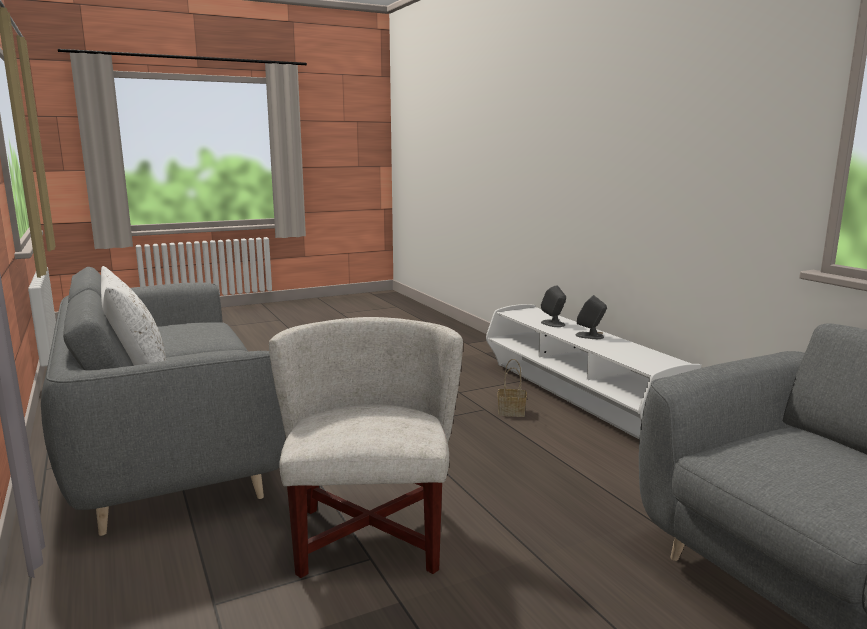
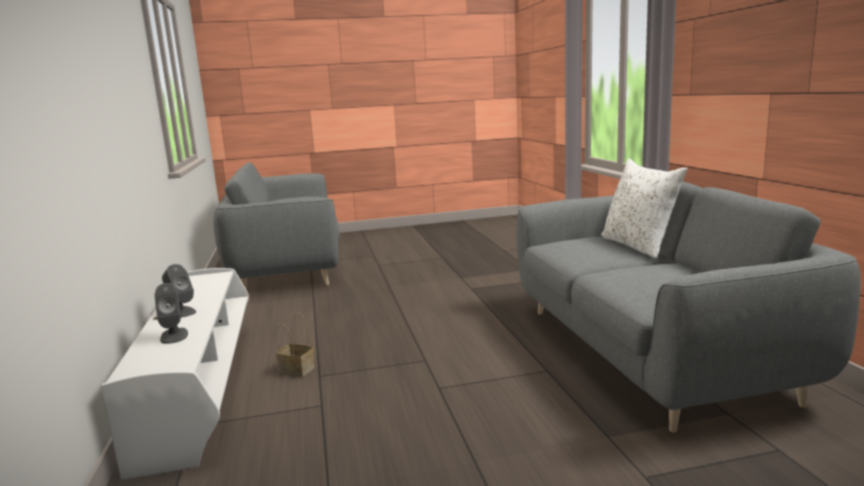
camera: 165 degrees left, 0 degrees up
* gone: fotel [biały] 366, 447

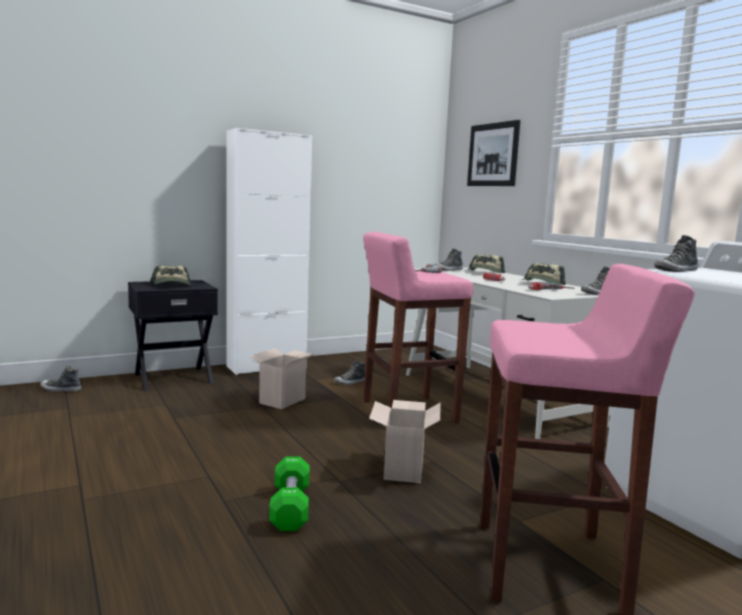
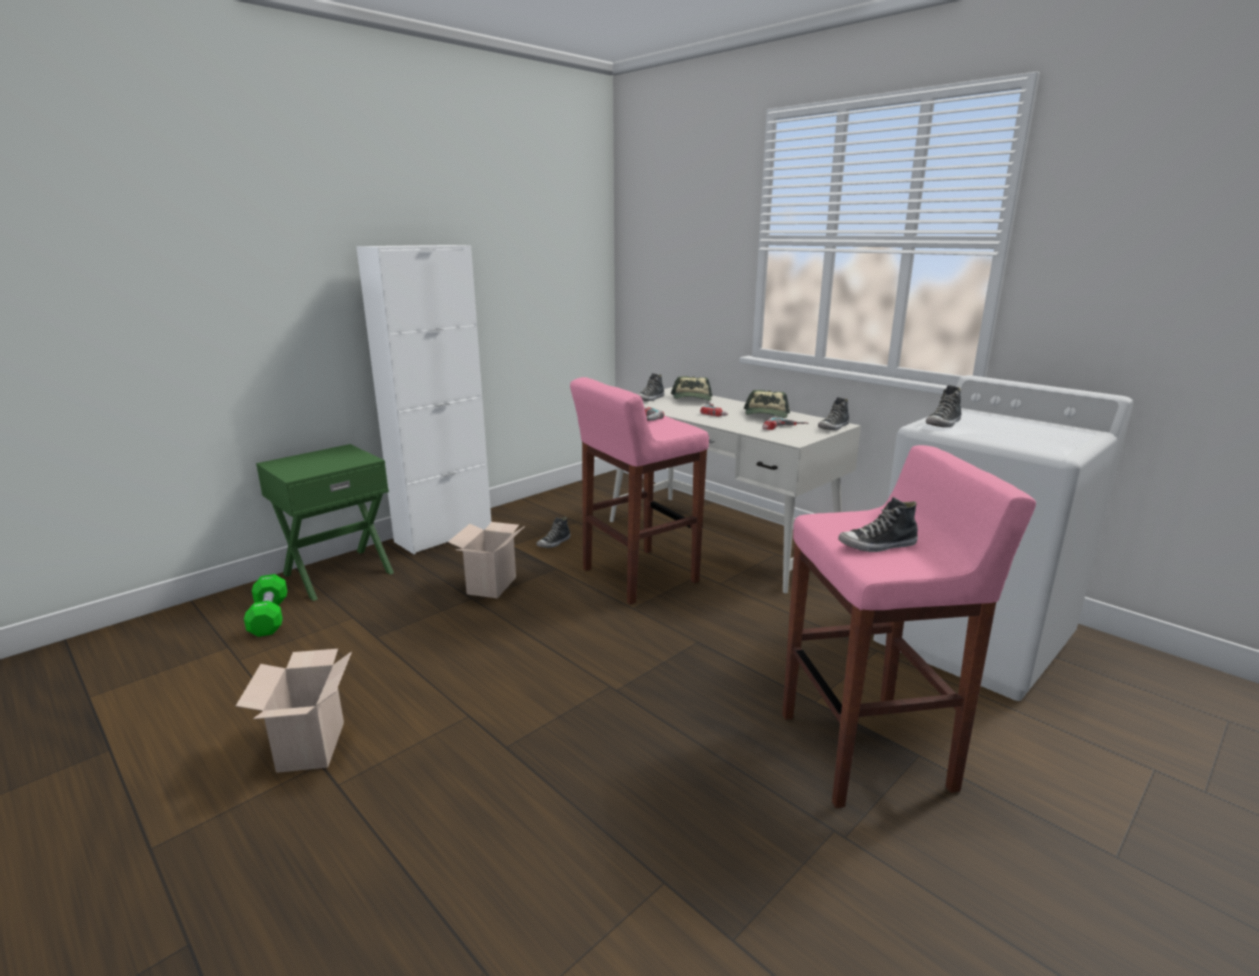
camera: 15 degrees left, 10 degrees up
* gone: czapka z daszkiem 170, 275
* gone: obraz 493, 153
* shifted: but 60, 378 to 878, 524
* shifted: hantel [zielony] 289, 493 to 265, 605
* shifted: karton 405, 441 to 294, 711
* repainted: szafka nocna [czarny] 173, 335 to szafka nocna [zielony] 325, 522

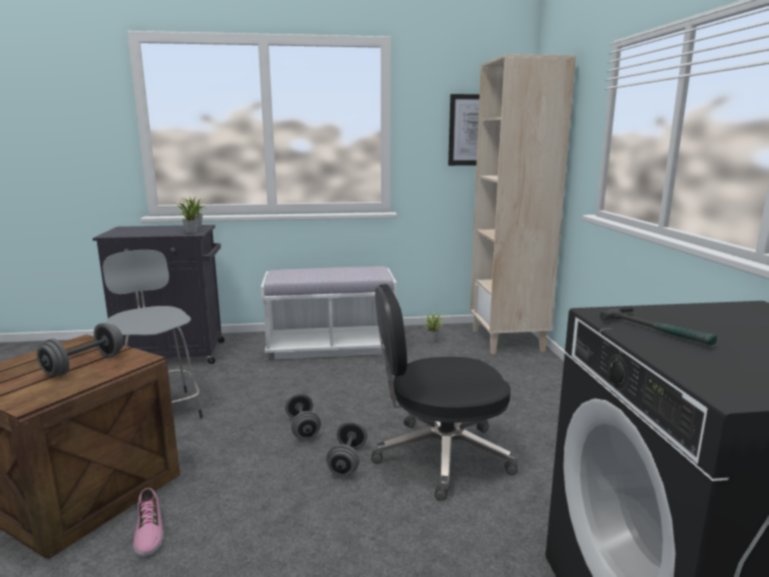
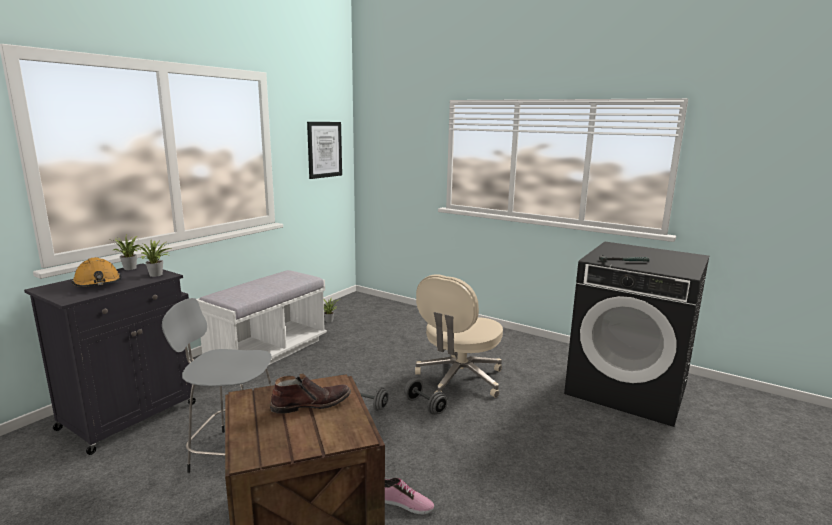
camera: 50 degrees left, 0 degrees up
* gone: regał [beżowy] 523, 204
* new: kask [pomarańczowy] 96, 272
* swapped: hantel [szary] 80, 349 to but z cholewką [brązowy] 310, 393
* repainted: krzesło biurowe [czarny] 444, 392 to krzesło biurowe [beżowy] 459, 336

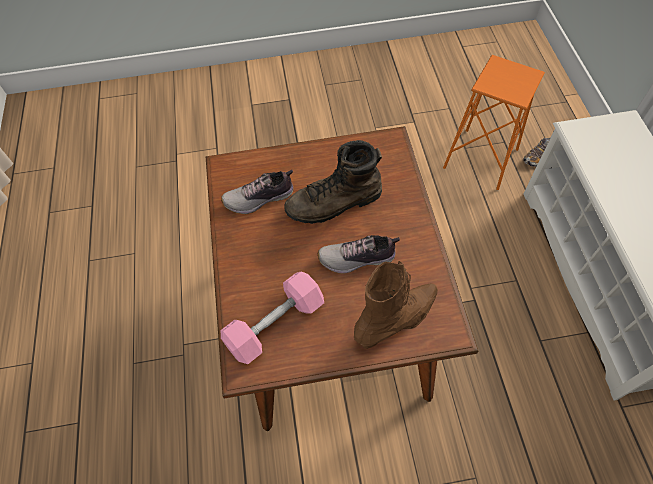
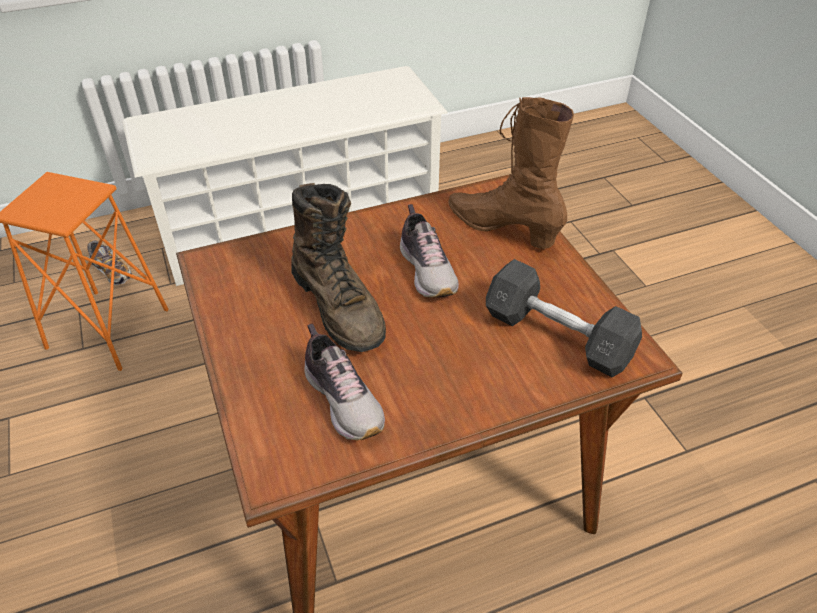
camera: 105 degrees left, 15 degrees down
* repainted: hantel [różowy] 272, 317 to hantel [szary] 564, 318

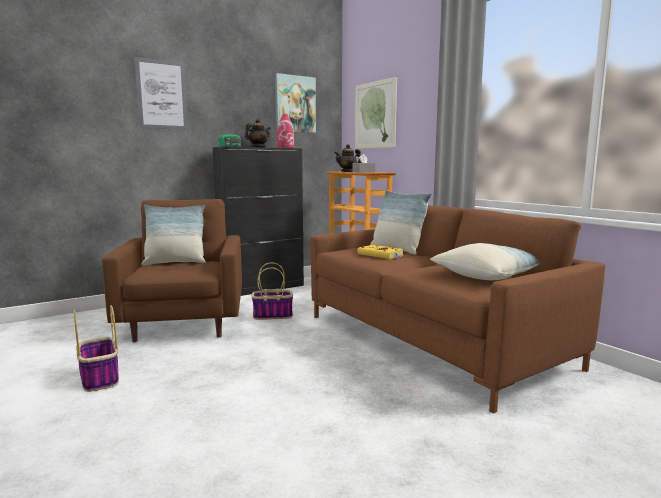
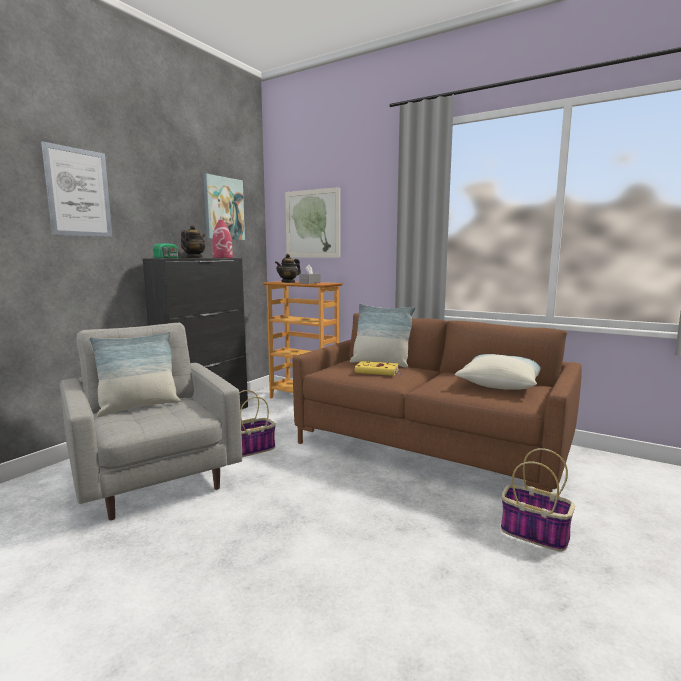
camera: 25 degrees left, 0 degrees up
* shifted: koszyk 96, 348 to 538, 500
* repainted: fotel [brązowy] 172, 270 to fotel [szary] 151, 421

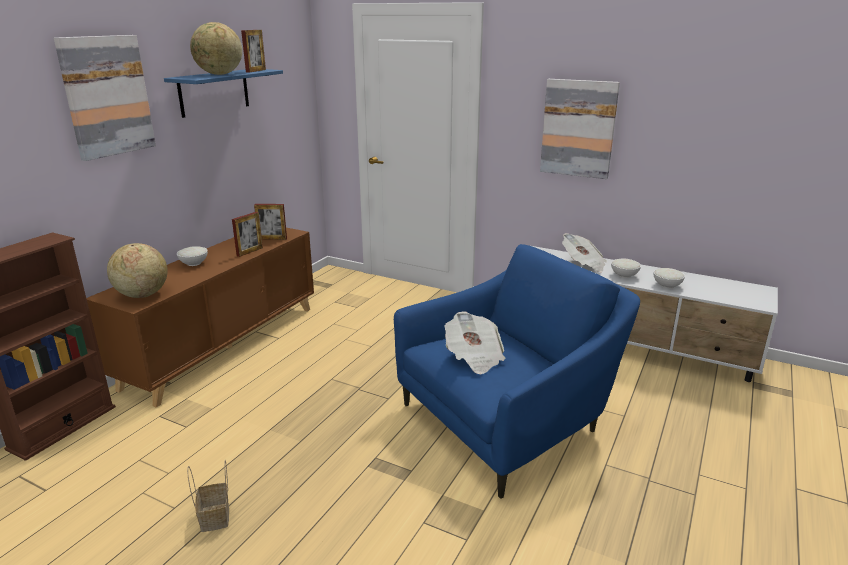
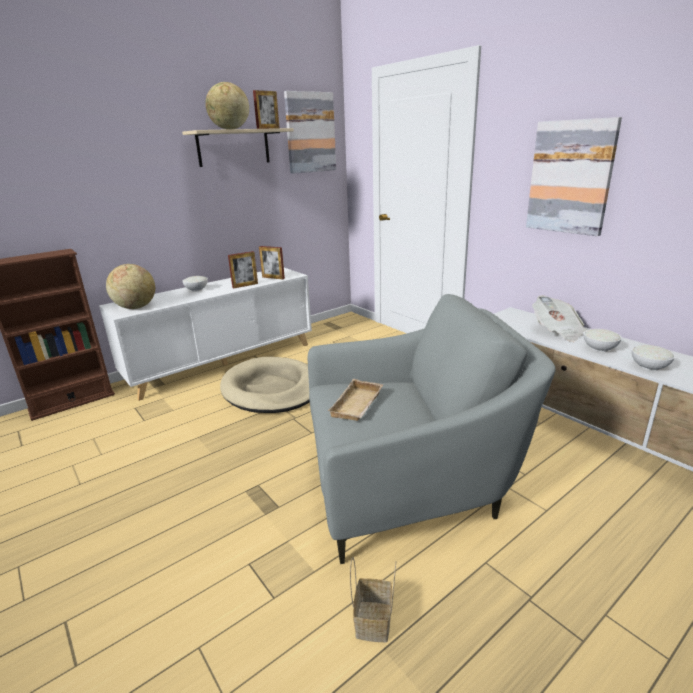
camera: 25 degrees right, 0 degrees up
* new: legowisko [beżowy] 265, 385
* shifted: obraz 105, 98 to 310, 132
* shifted: koszyk 208, 496 to 373, 599
* swapped: gazeta 475, 343 to taca [beżowy] 355, 400
* repainted: szafka [brązowy] 200, 318 to szafka [biały] 205, 334
* repainted: półka [niebieski] 223, 93 to półka [beżowy] 238, 147
* repainted: fotel [niebieski] 517, 371 to fotel [szary] 432, 429

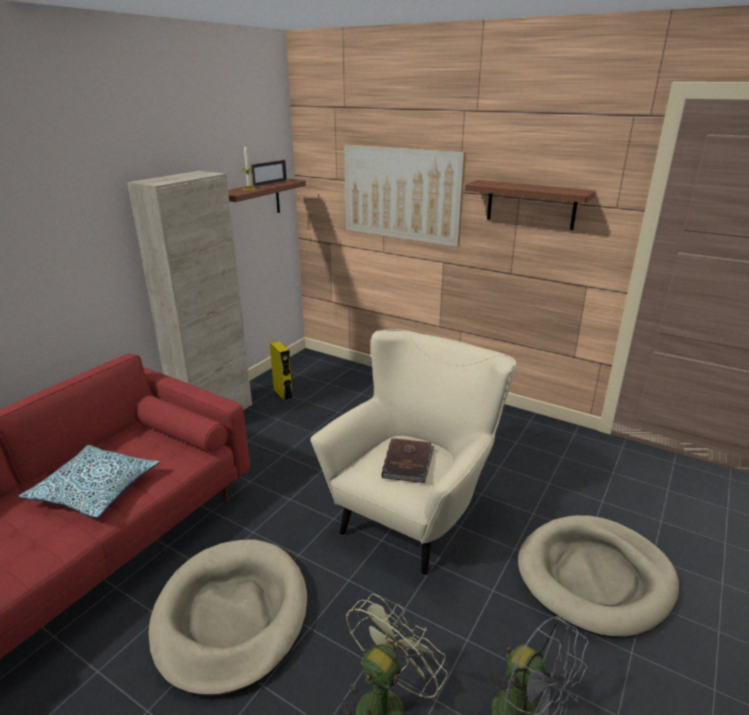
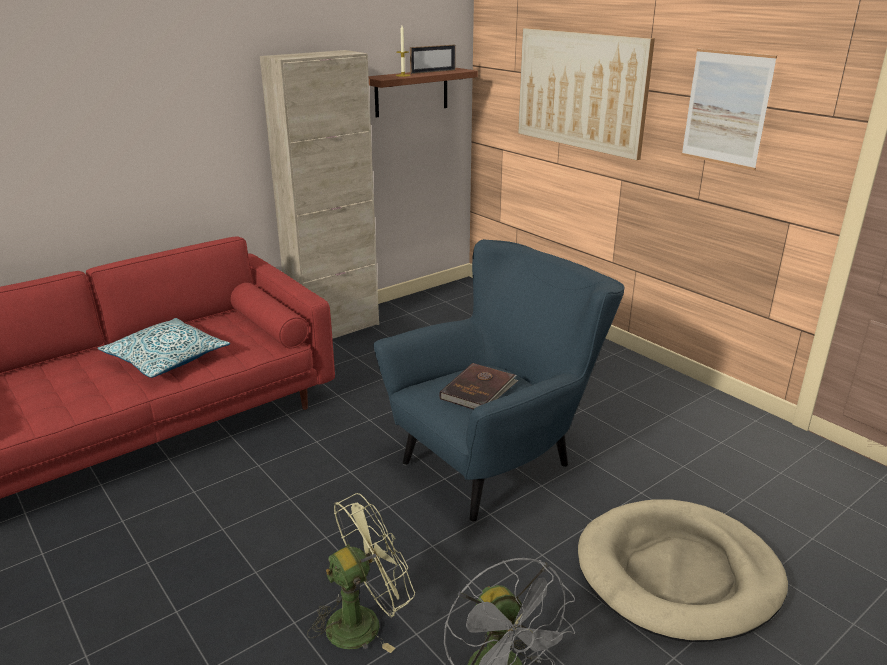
camera: 20 degrees right, 0 degrees up
* gone: legowisko [beżowy] 227, 619
* gone: głośnik [żółty] 281, 371
* swapped: półka [brązowy] 530, 205 to obraz 729, 109
* repainted: fotel [beżowy] 413, 452 to fotel [niebieski] 499, 380

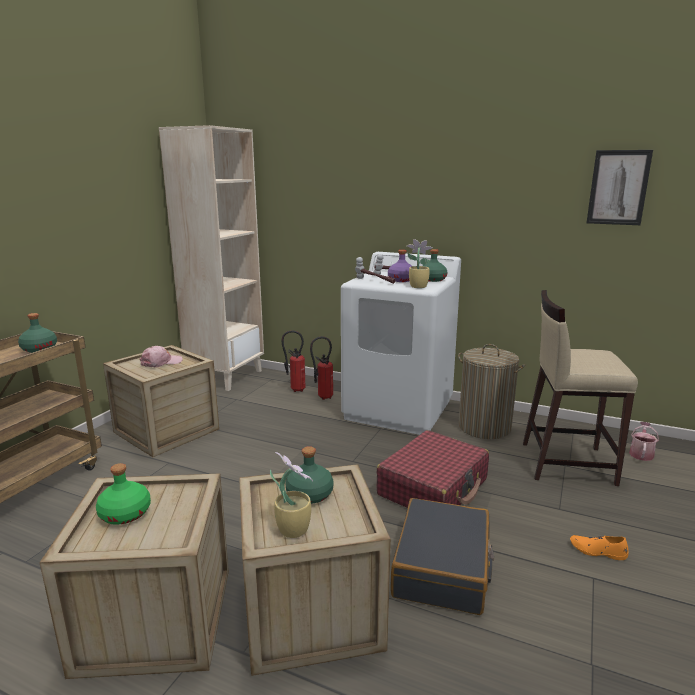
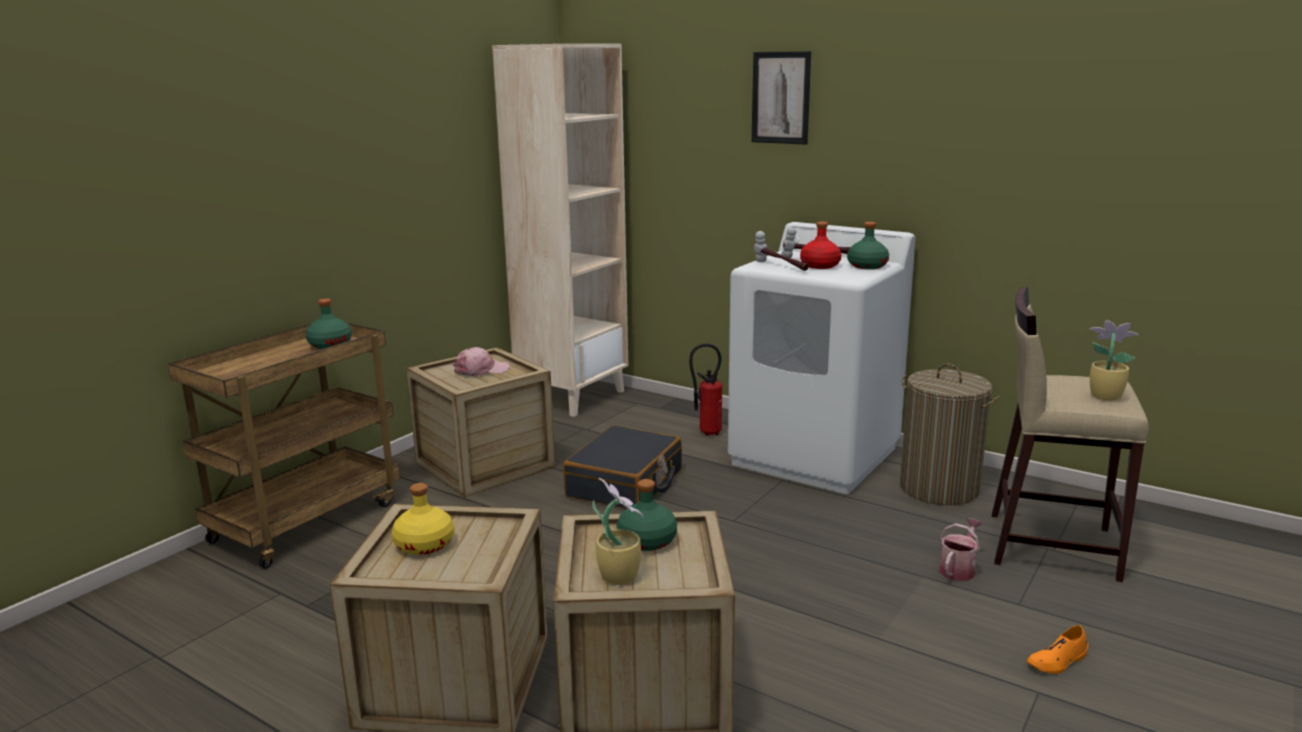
camera: 10 degrees right, 0 degrees up
* gone: gaśnica 294, 361
* gone: walizka [czerwony] 432, 469
* shifted: walizka [czarny] 442, 556 to 622, 467
* shifted: roślina doniczkowa 419, 263 to 1113, 360
* shifted: obraz 620, 187 to 781, 98
* shifted: konewka 644, 441 to 960, 549
* repainted: butelka [zielony] 123, 494 to butelka [żółty] 423, 519
* repainted: butelka [fioletowy] 400, 266 to butelka [czerwony] 821, 245
* rotated: but [pomarańczowy] 599, 547 = 1057, 649 60 degrees counterclockwise

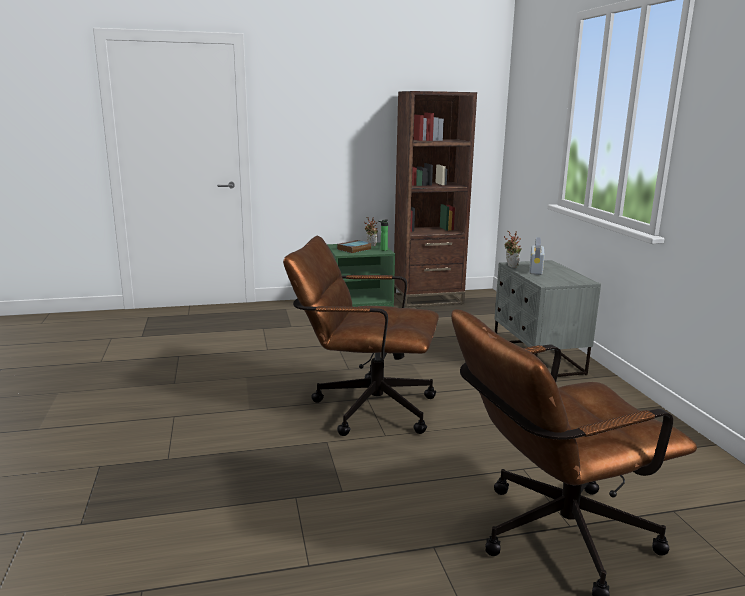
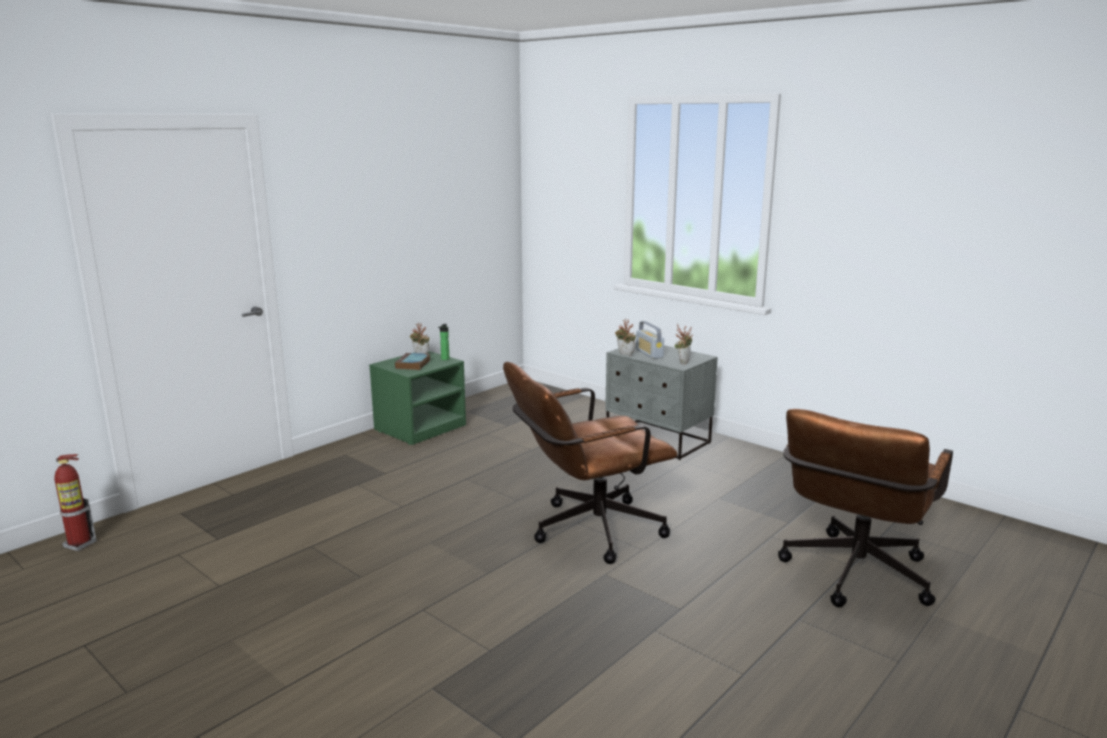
camera: 35 degrees left, 0 degrees up
* gone: regał [brązowy] 435, 199
* new: gaśnica 75, 502
* new: roślina doniczkowa 683, 344

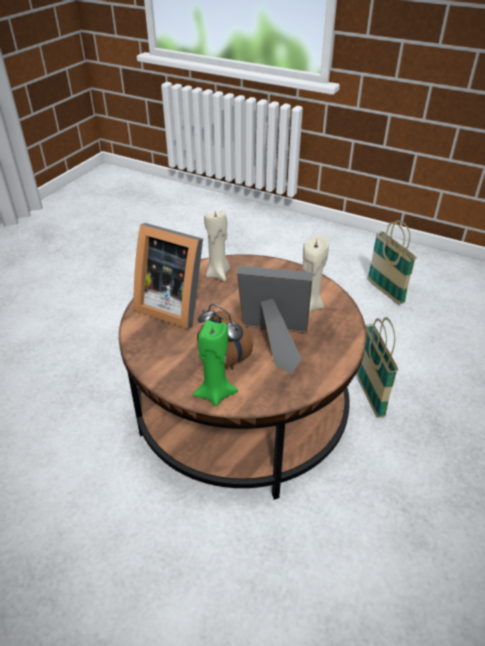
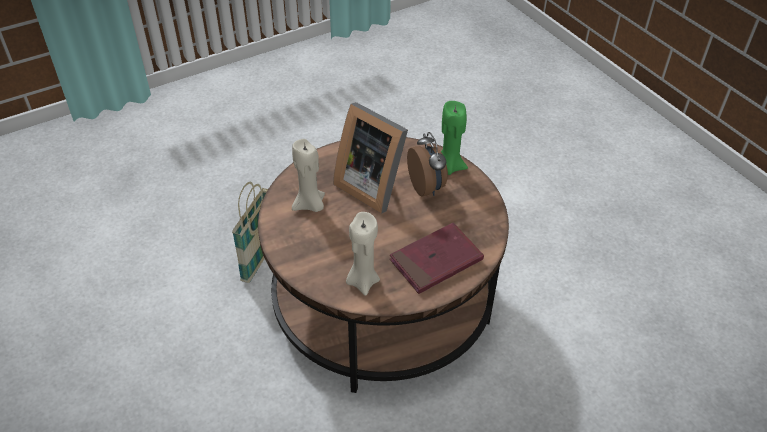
camera: 150 degrees left, 5 degrees up
* gone: koszyk 392, 262
* swapped: ramka na zdjęcie 168, 276 to książka [czerwony] 437, 258

